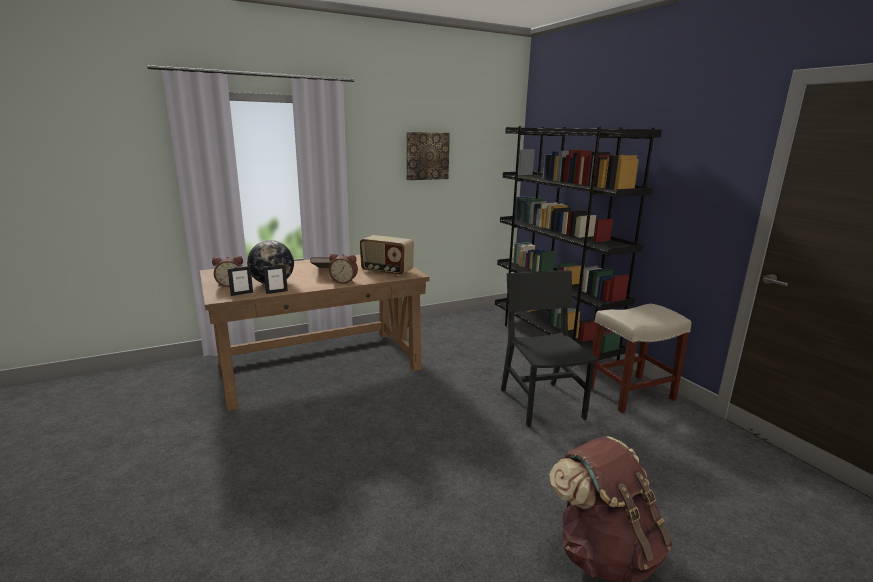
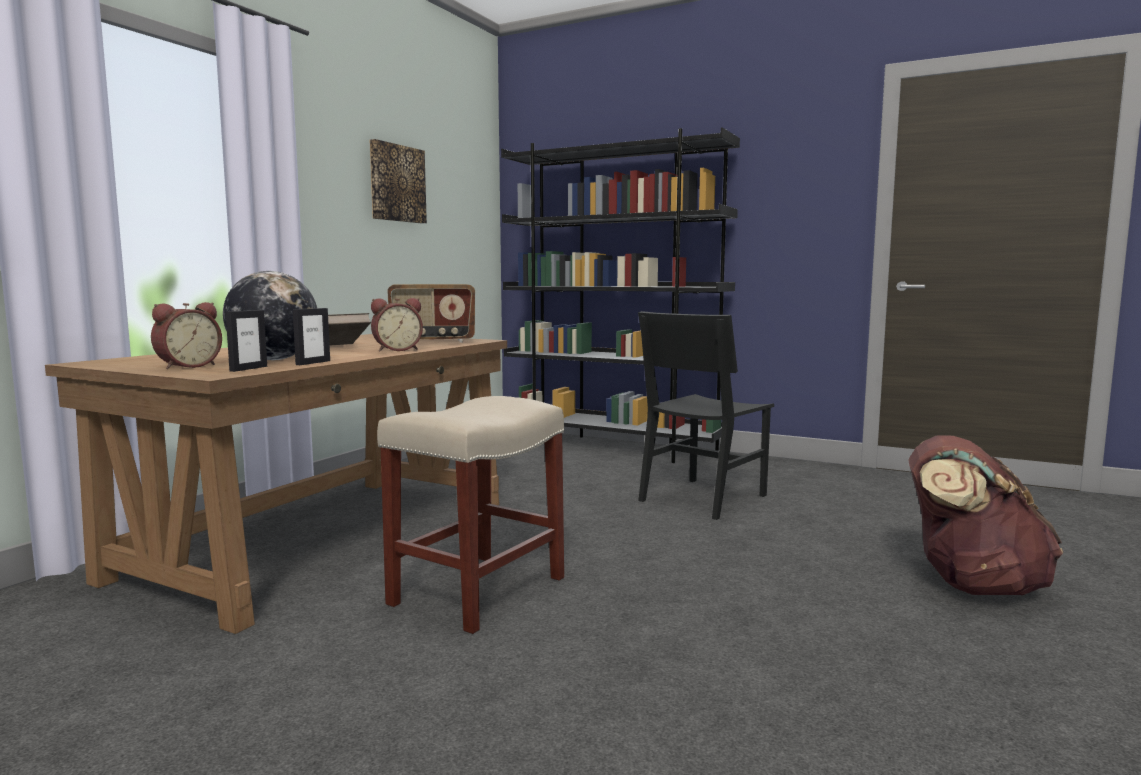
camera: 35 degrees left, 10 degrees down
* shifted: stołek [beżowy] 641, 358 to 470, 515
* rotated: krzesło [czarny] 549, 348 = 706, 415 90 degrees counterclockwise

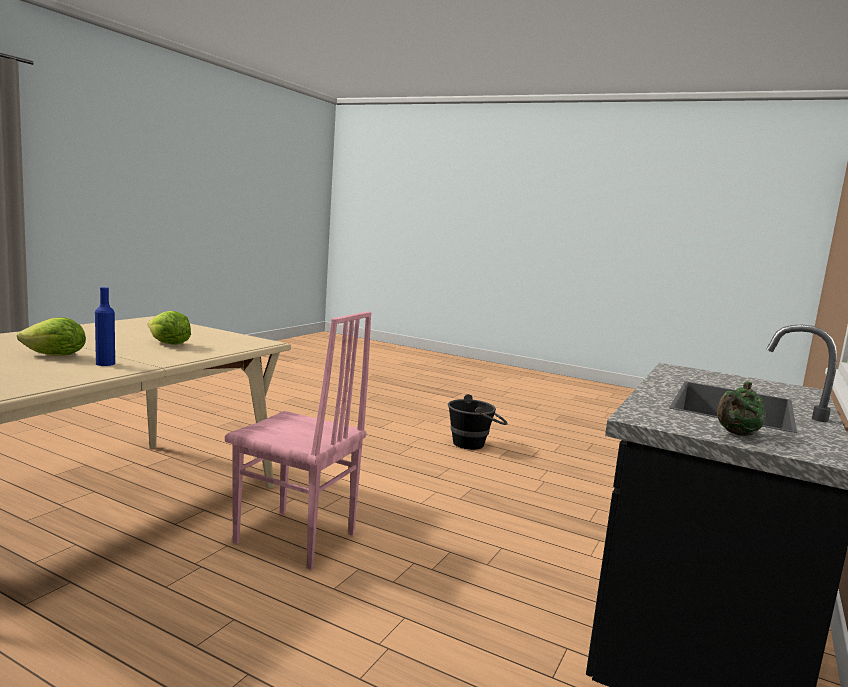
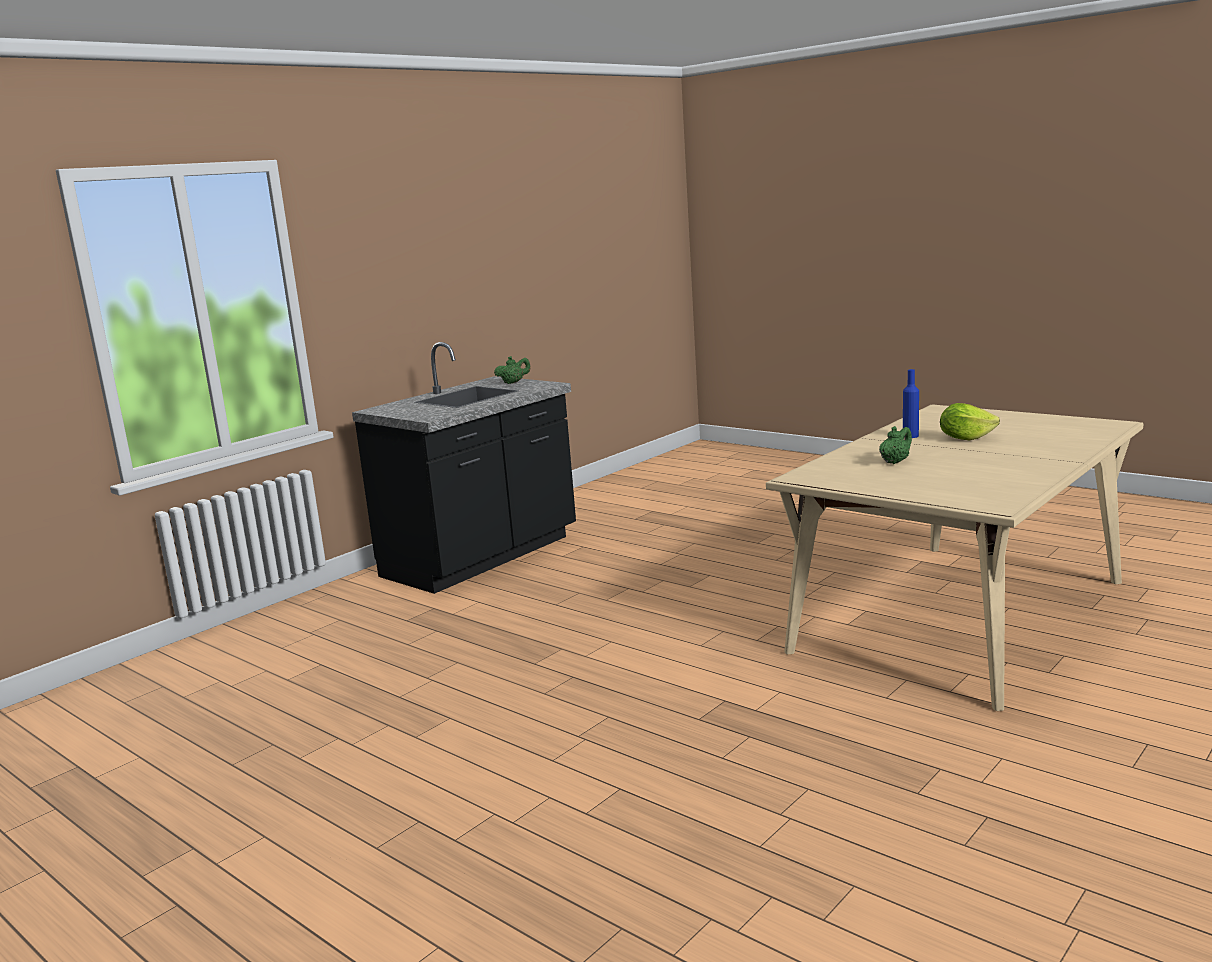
camera: 165 degrees left, 5 degrees up
* gone: krzesło [różowy] 298, 440
* gone: wiadro [czarny] 478, 422
* swapped: sałata 169, 328 to imbryk [zielony] 895, 445

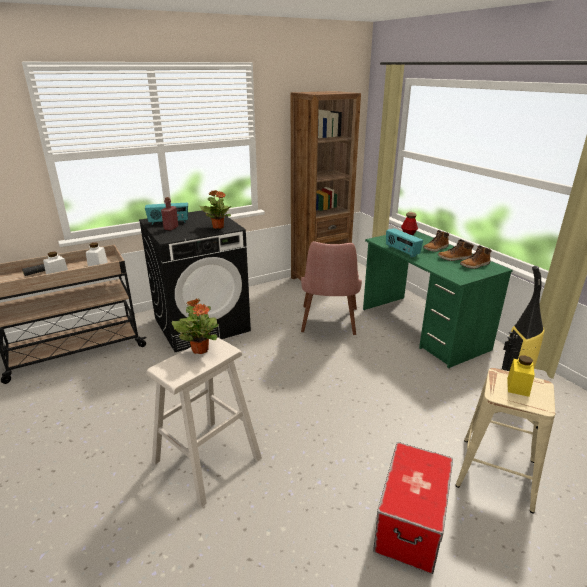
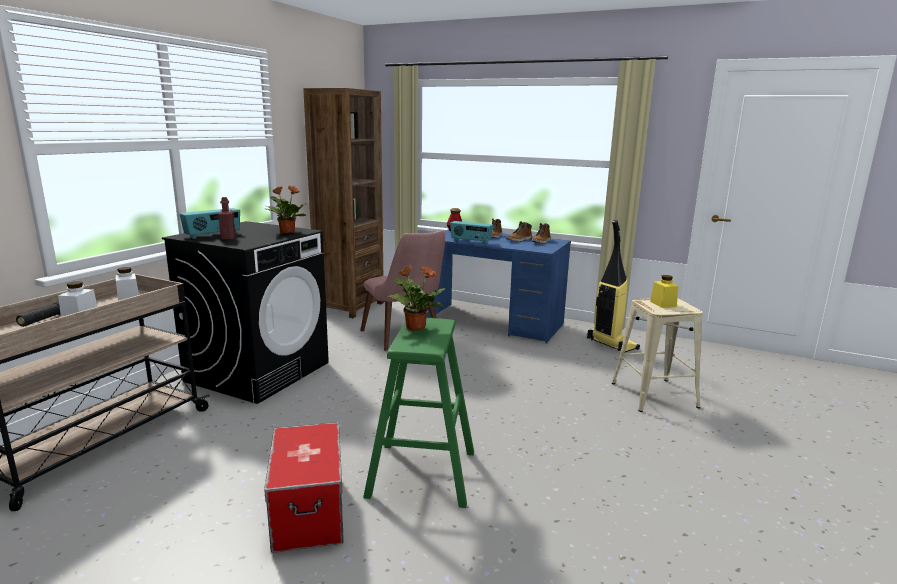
camera: 35 degrees left, 10 degrees down
* shifted: pojemnik do przechowywania 413, 508 to 304, 487
* repainted: stołek [beżowy] 204, 422 to stołek [zielony] 418, 413
* repainted: biurko [zielony] 438, 299 to biurko [niebieski] 498, 286

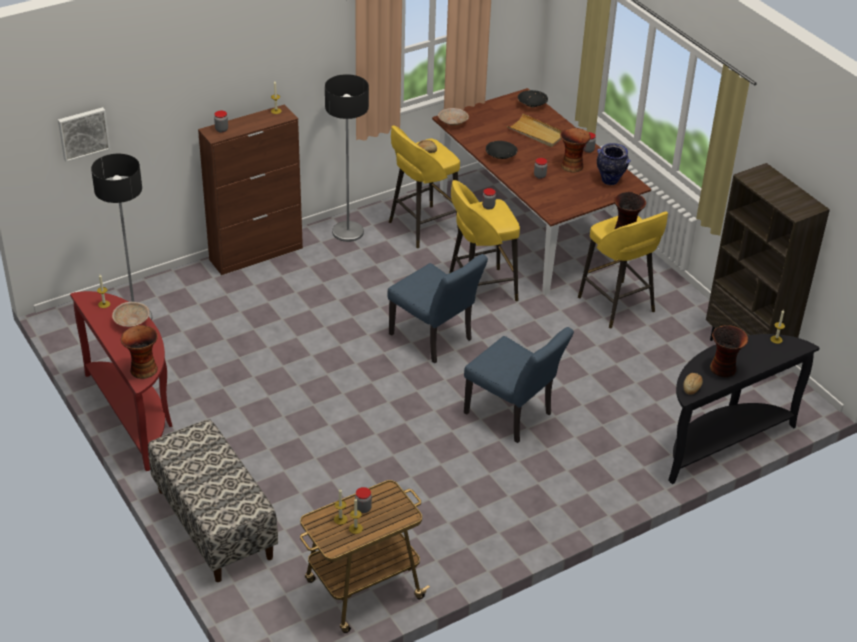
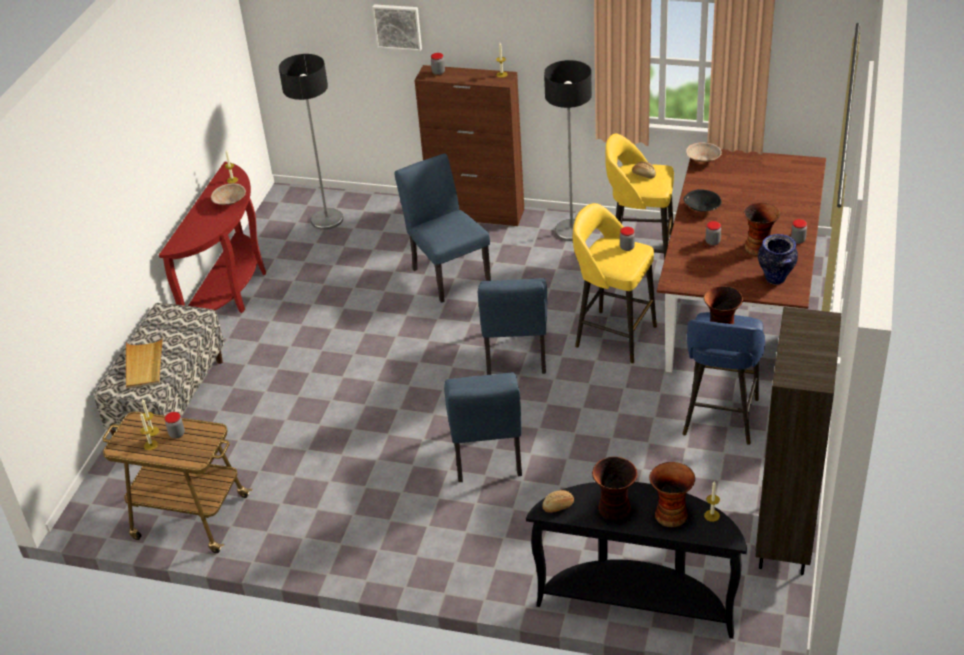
camera: 50 degrees right, 0 degrees up
* gone: miska [czarny] 533, 98
* new: krzesło [niebieski] 443, 228
* shifted: obraz 84, 134 to 397, 27
* shifted: wazon 139, 352 to 672, 494
* shifted: taca [beżowy] 534, 130 to 144, 363
* repainted: stołek [żółty] 623, 270 to stołek [niebieski] 723, 378

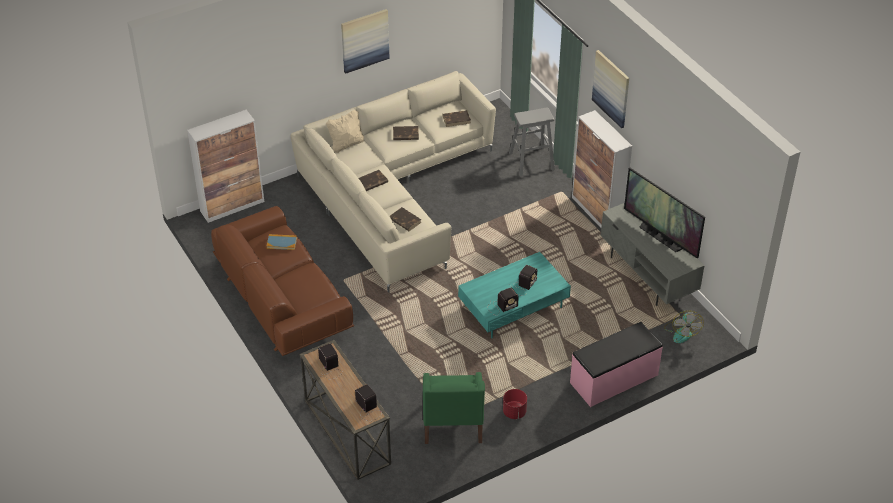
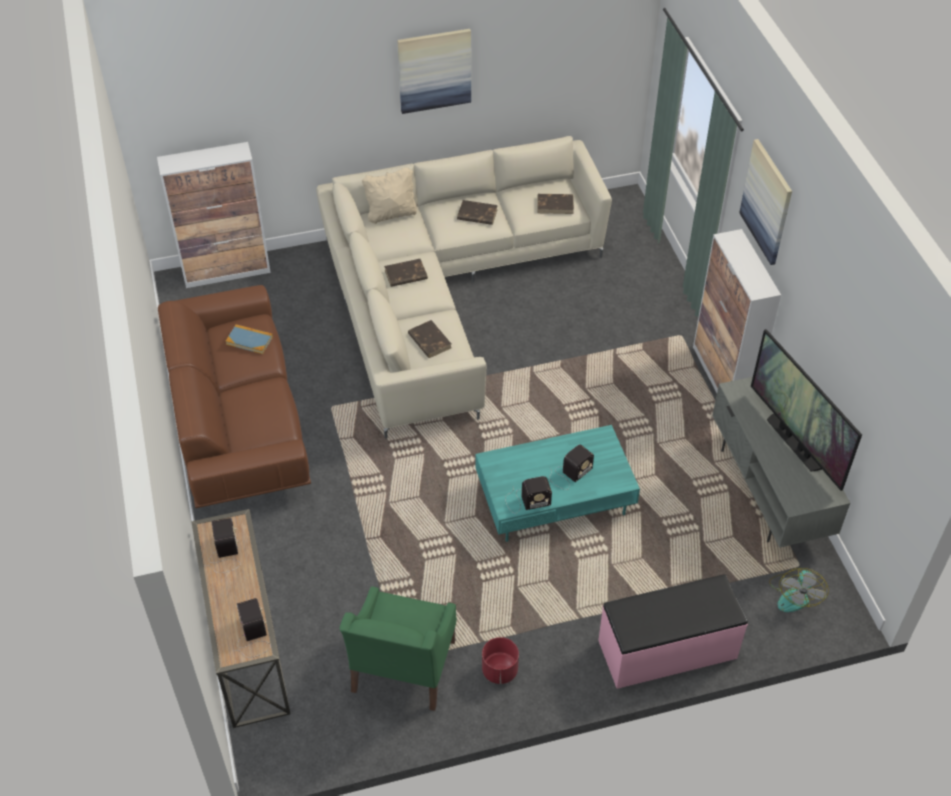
camera: 15 degrees right, 5 degrees up
* gone: stołek [szary] 532, 142

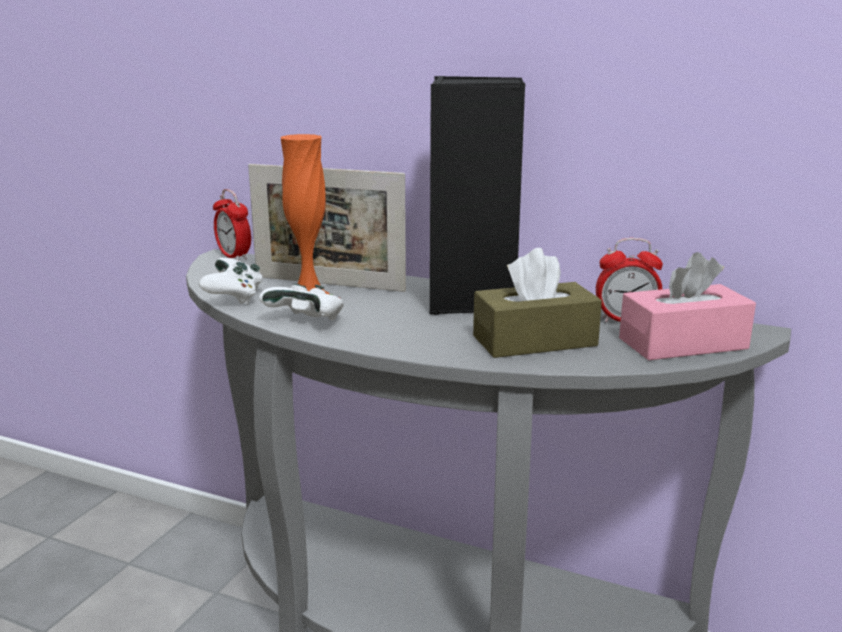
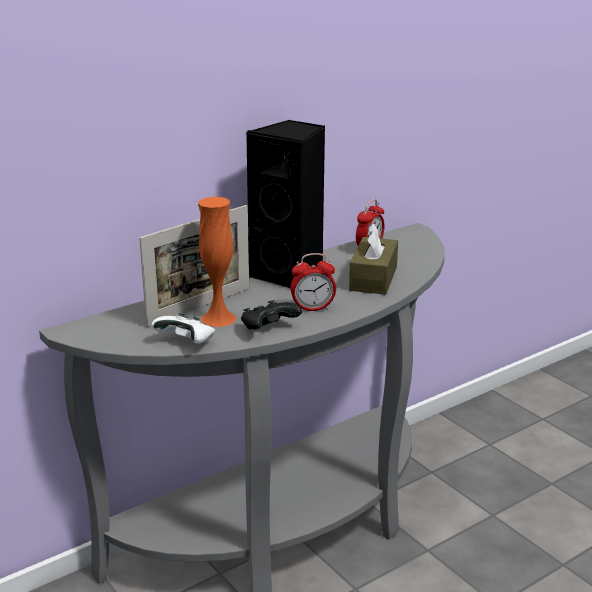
camera: 60 degrees left, 5 degrees up
* gone: pudełko chusteczek [różowy] 687, 306
* shifted: budzik 232, 225 to 313, 282
* repainted: pad do gier [biały] 301, 302 to pad do gier [czarny] 271, 315

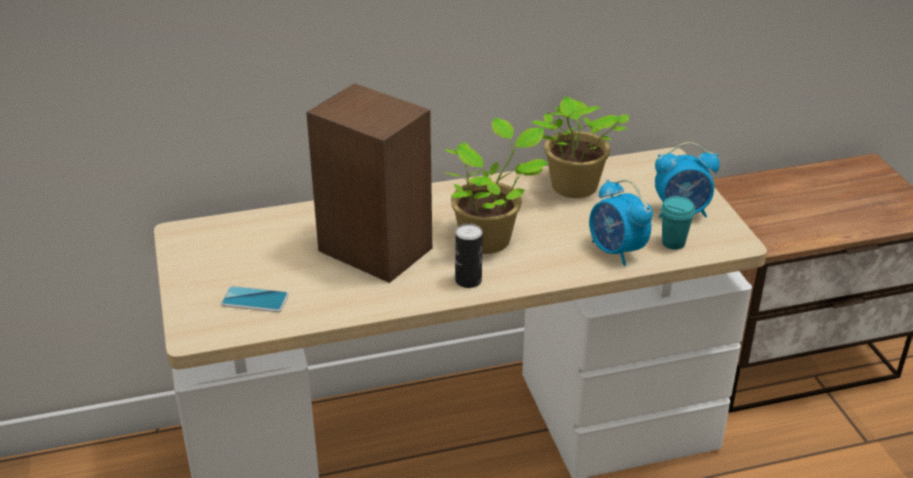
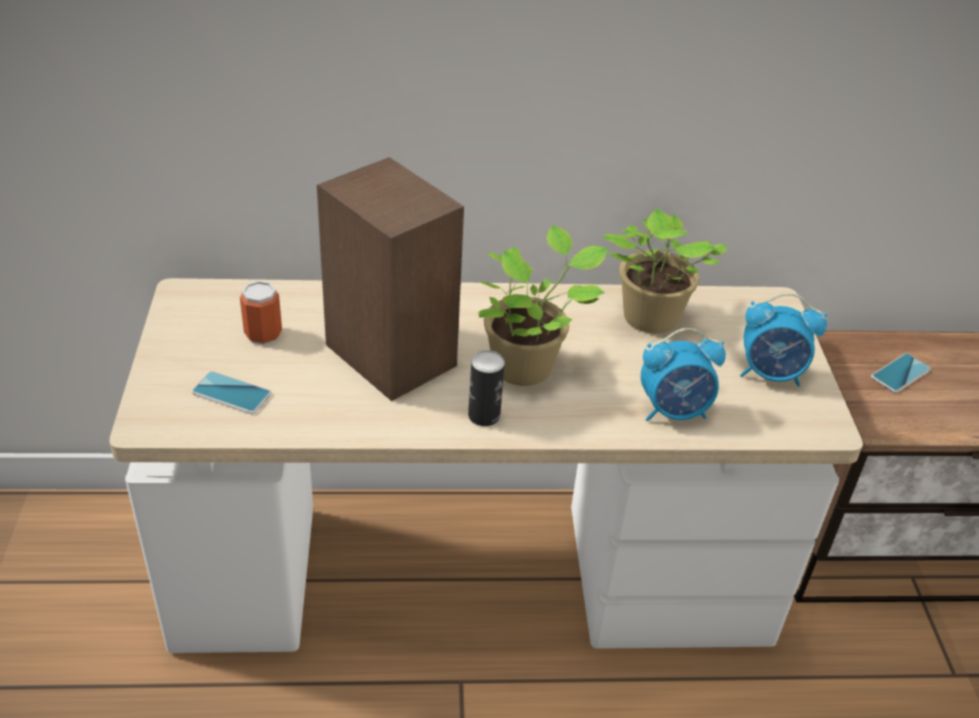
camera: 10 degrees right, 5 degrees up
* gone: filiżanka [turkusowy] 678, 223
* new: puszka 261, 312
* new: telefon 901, 373
* rotated: budzik 621, 222 = 683, 374 75 degrees counterclockwise

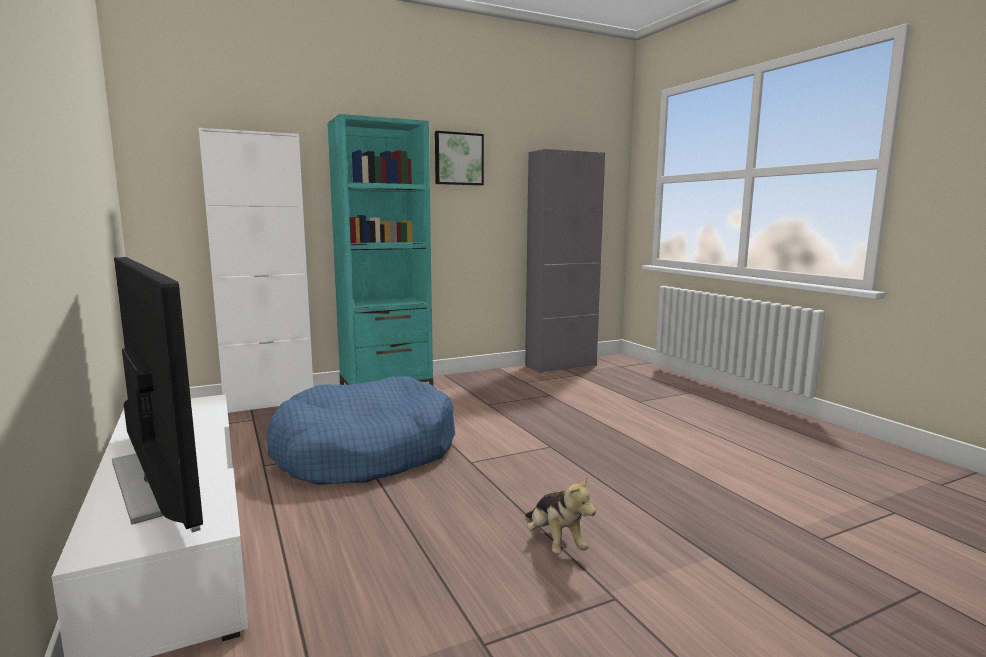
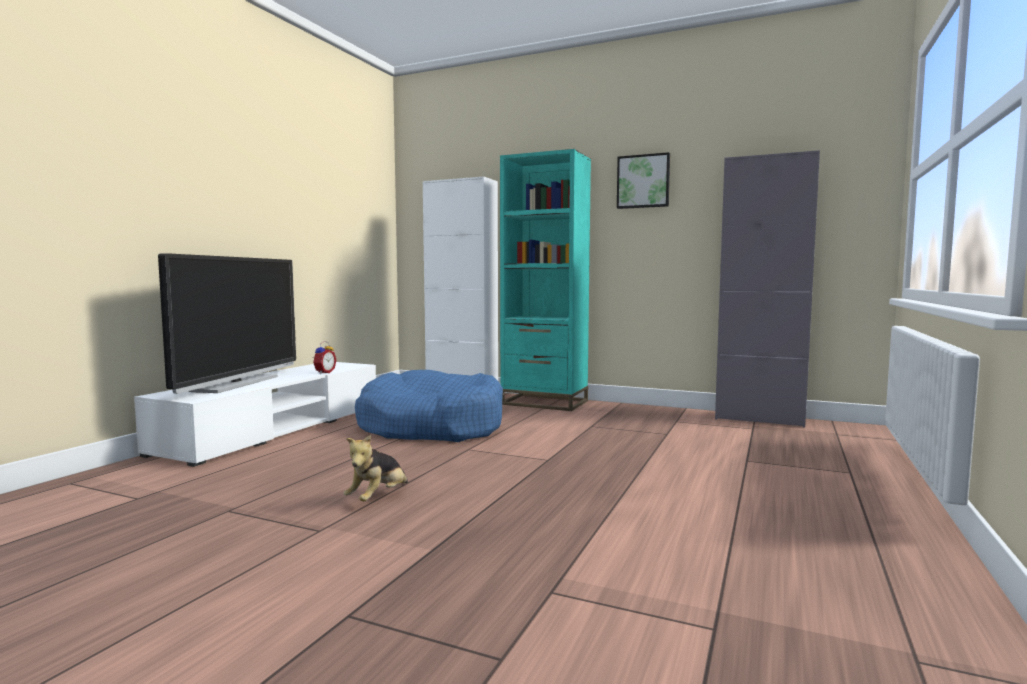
camera: 50 degrees right, 5 degrees down
* new: budzik 324, 357

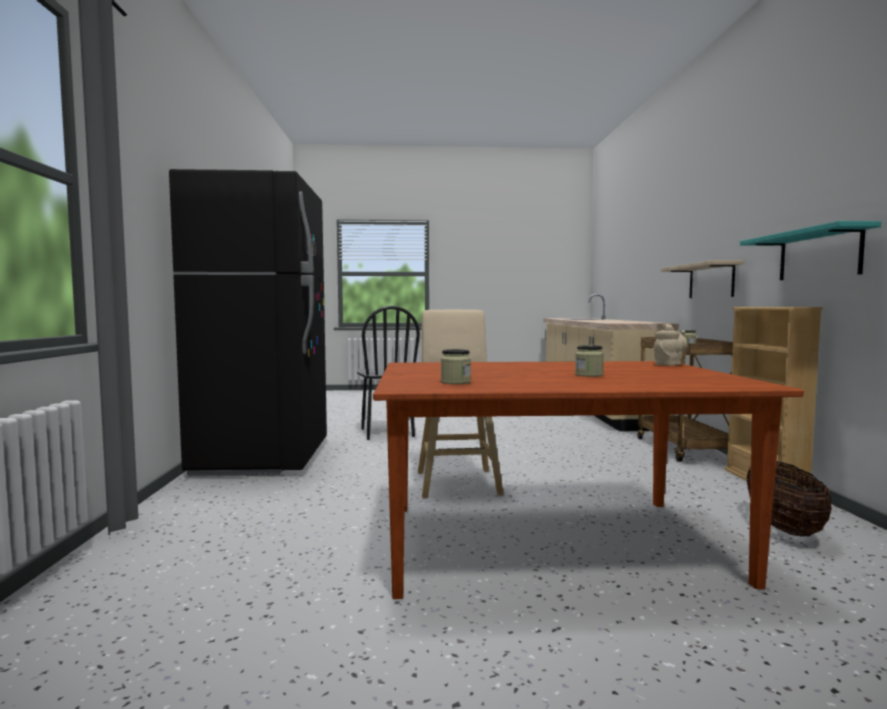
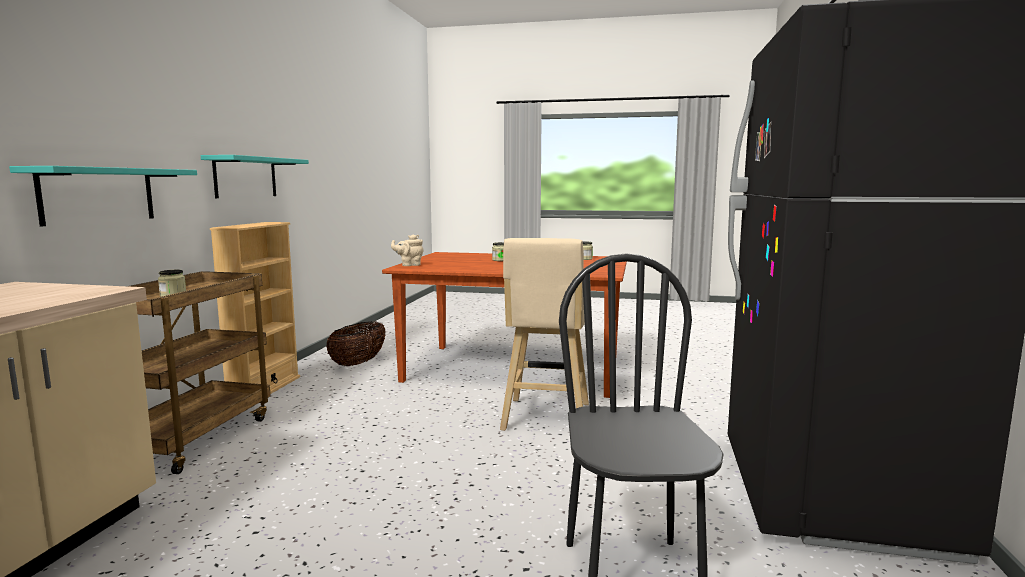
camera: 165 degrees left, 5 degrees up
* repainted: półka [beżowy] 702, 279 to półka [turkusowy] 103, 196

